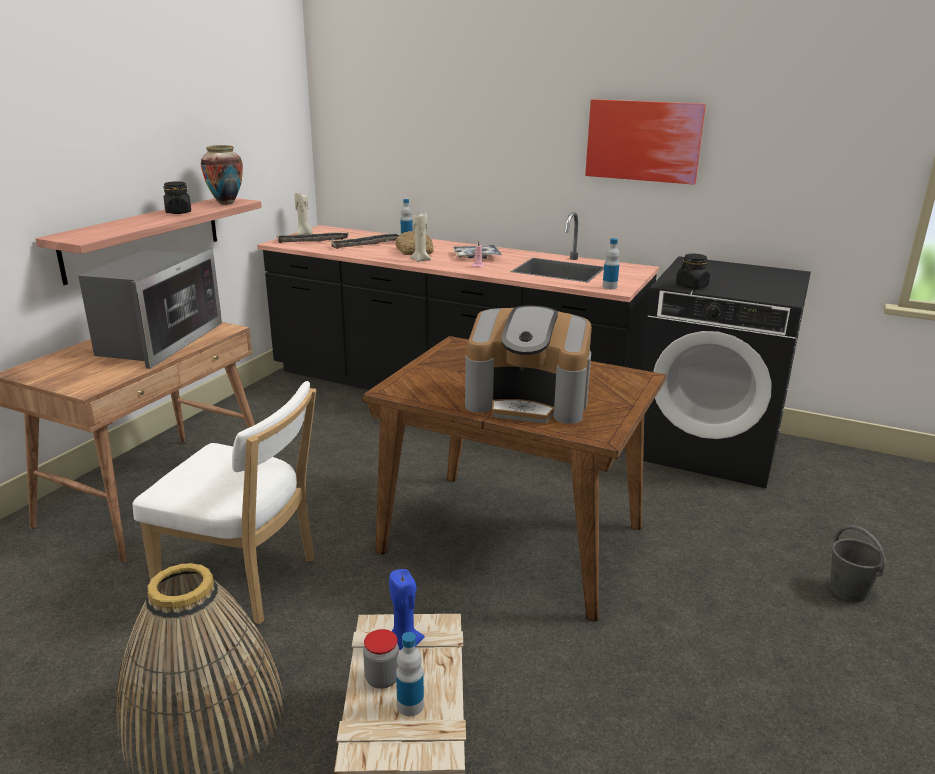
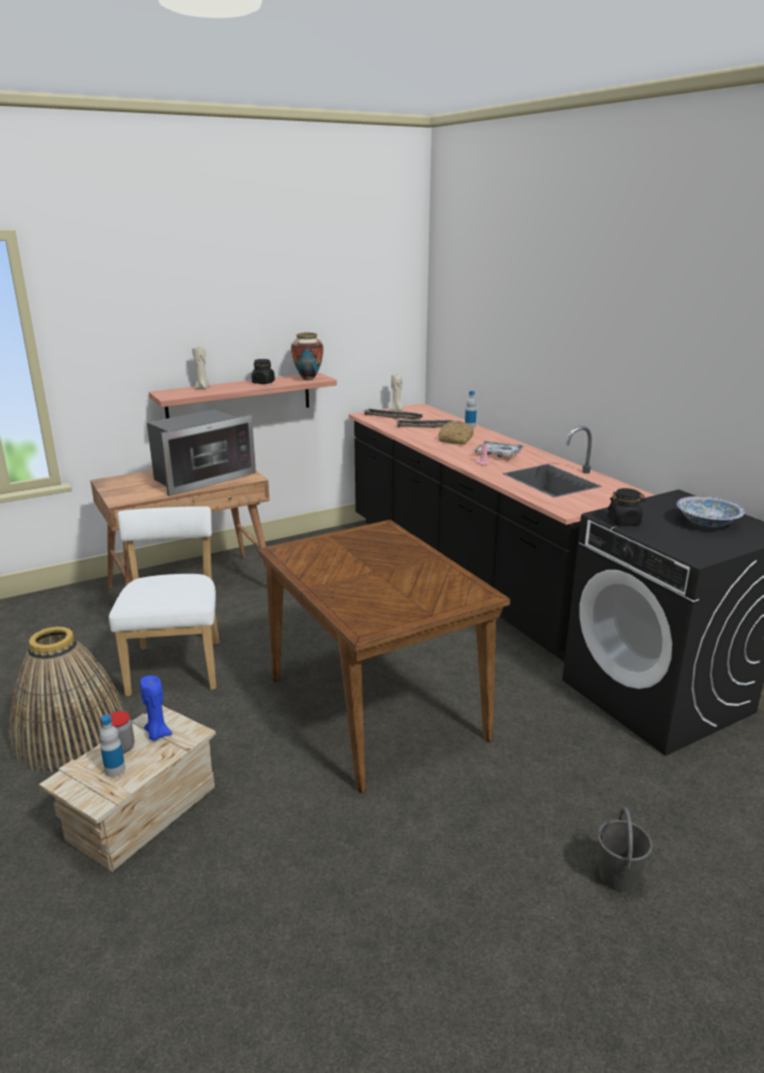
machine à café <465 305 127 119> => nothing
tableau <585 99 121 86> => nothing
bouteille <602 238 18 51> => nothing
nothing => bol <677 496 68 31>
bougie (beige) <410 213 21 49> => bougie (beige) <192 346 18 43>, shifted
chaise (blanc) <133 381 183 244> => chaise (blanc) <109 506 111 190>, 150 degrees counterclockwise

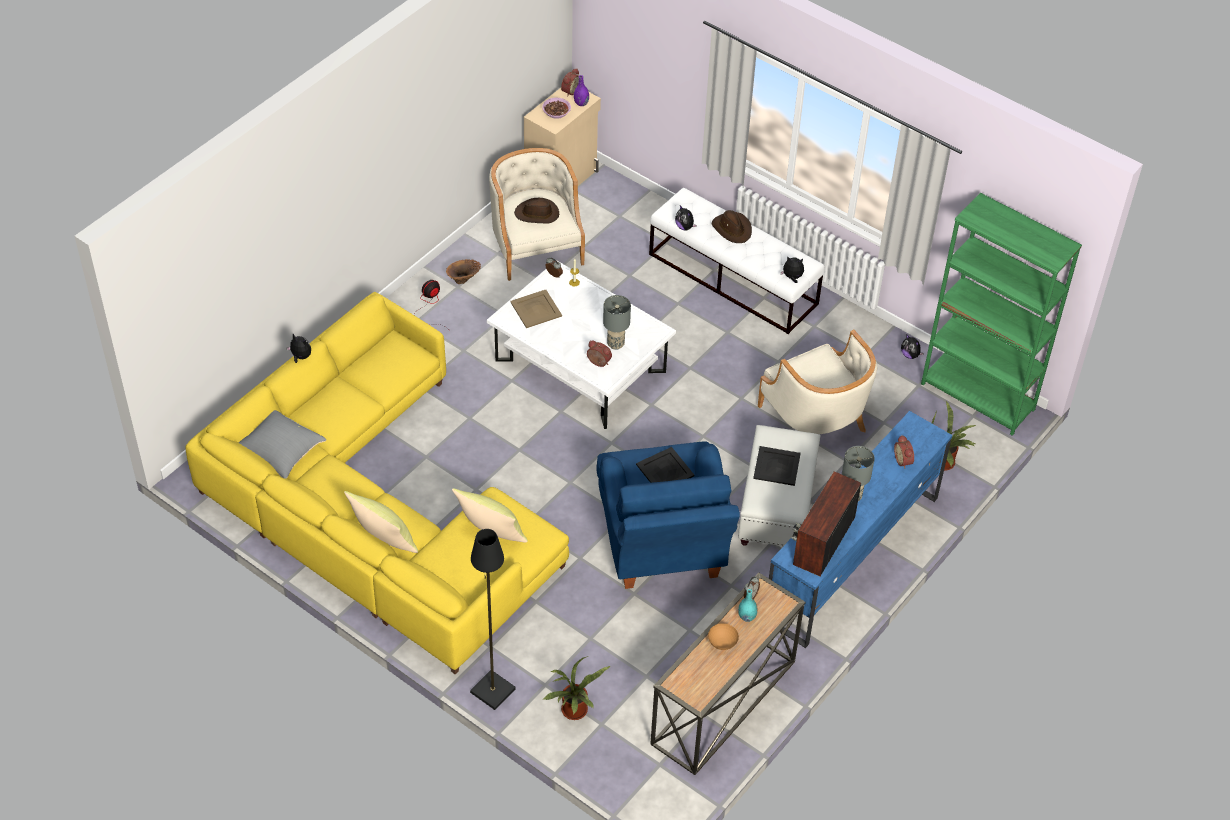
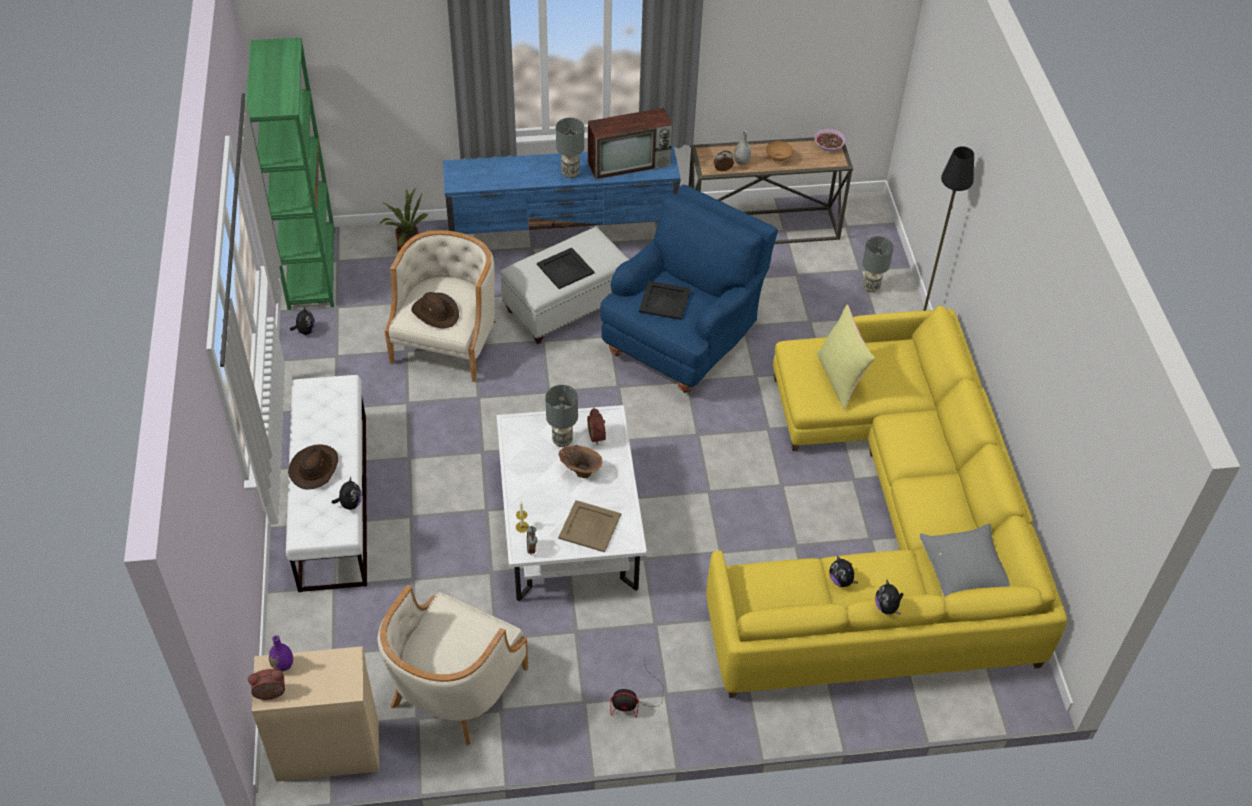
coussin (jaune) <344 491 74 62> => nothing
réveil <894 435 20 34> => nothing
vase (marron) <446 259 35 25> => vase (marron) <558 445 44 33>, shifted
chapeau (marron) <514 198 45 26> => chapeau (marron) <411 292 48 36>, shifted
bol <542 98 29 21> => bol <814 129 32 22>, shifted
peluche <781 256 23 27> => peluche <829 555 29 32>, shifted
plante en pot <542 656 68 64> => lampe de table (gris) <862 236 32 57>
vase (turquoise) <738 589 20 33> => vase (gris) <734 131 17 34>

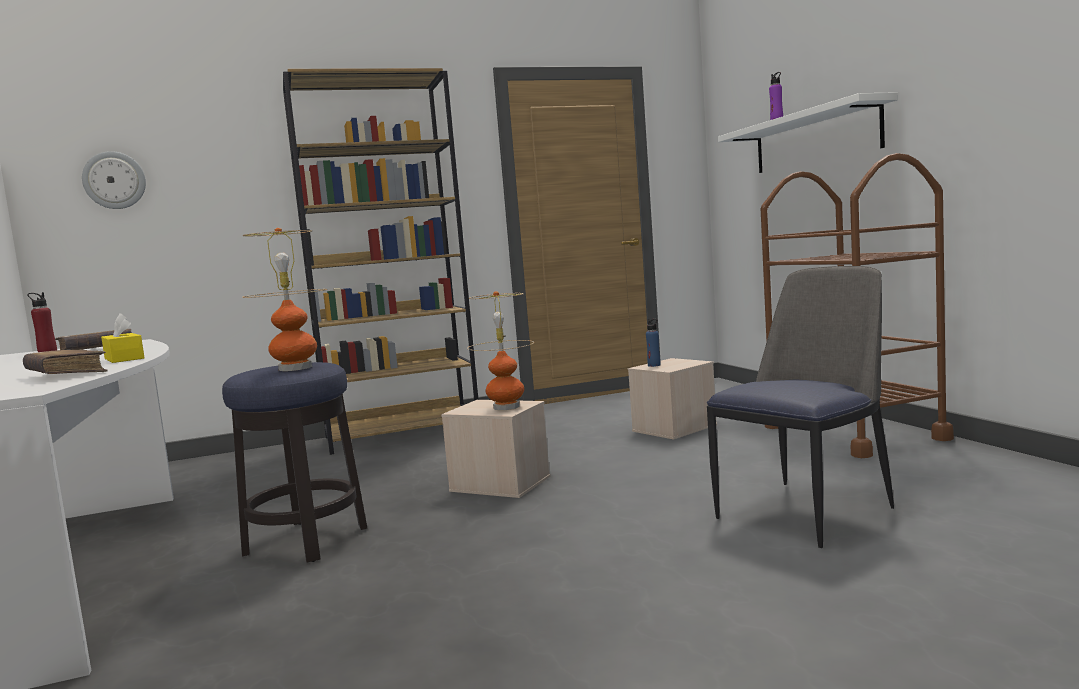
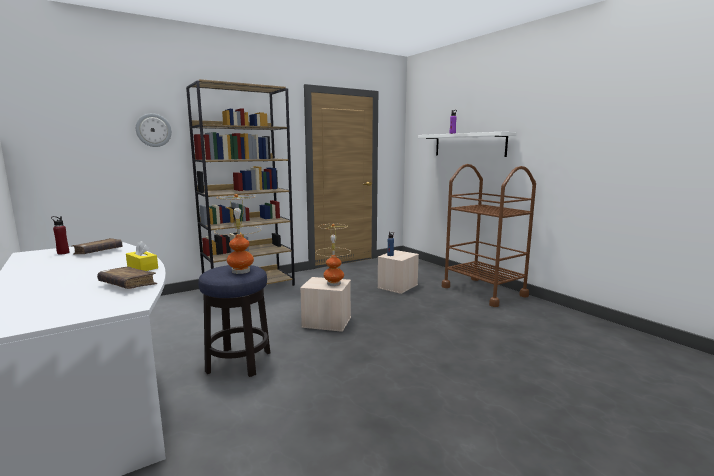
chaise <707 266 187 282> => nothing
horloge murale <82 151 64 58> => horloge murale <136 113 36 34>, shifted

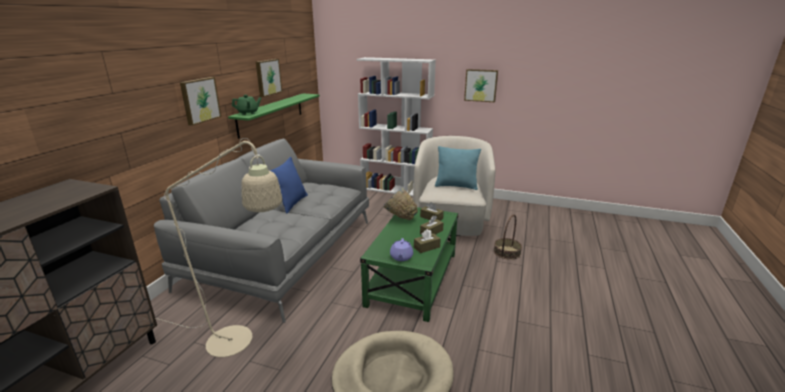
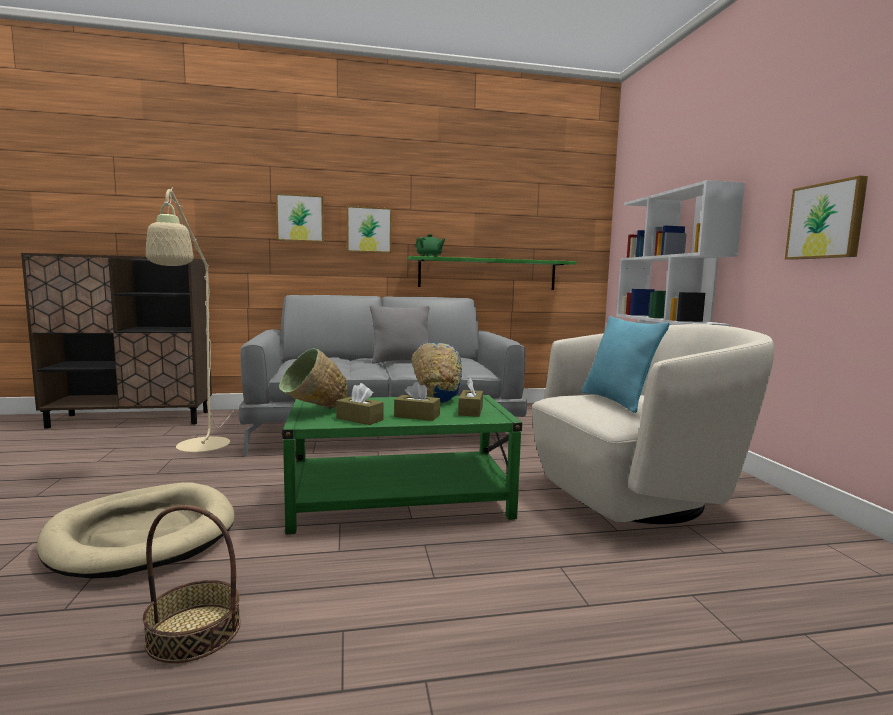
tableau <256 59 26 38> => tableau <276 193 48 49>, shifted
panier <494 215 28 45> => panier <143 505 98 158>, shifted
théière (violet) <390 238 23 23> => bol (vert) <279 348 69 61>
coussin (bleu) <270 157 38 57> => coussin (gris) <370 305 60 59>

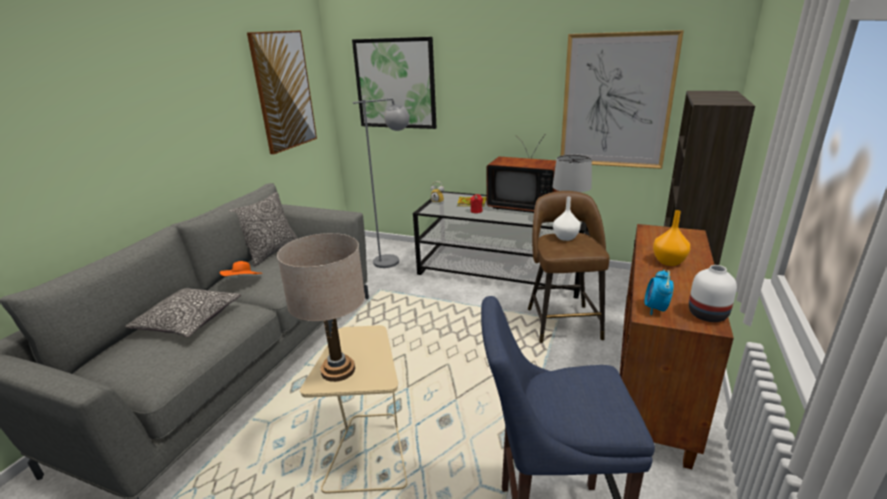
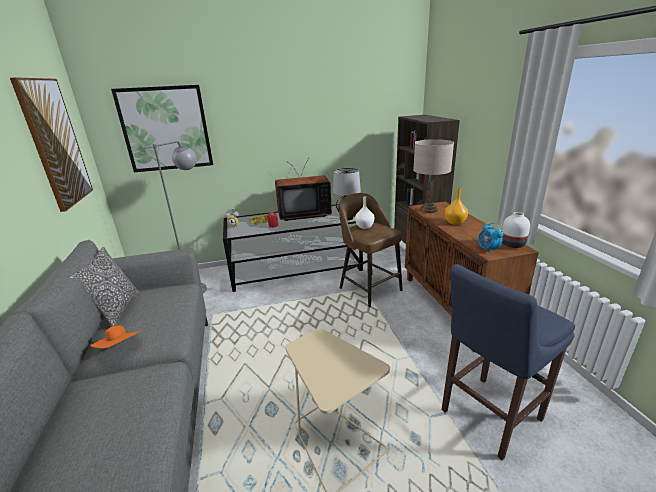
coussin <125 288 116 49> => nothing
tableau <560 30 124 139> => nothing
lampe de table (beige) <277 233 88 149> => lampe de table (beige) <413 139 41 74>, shifted

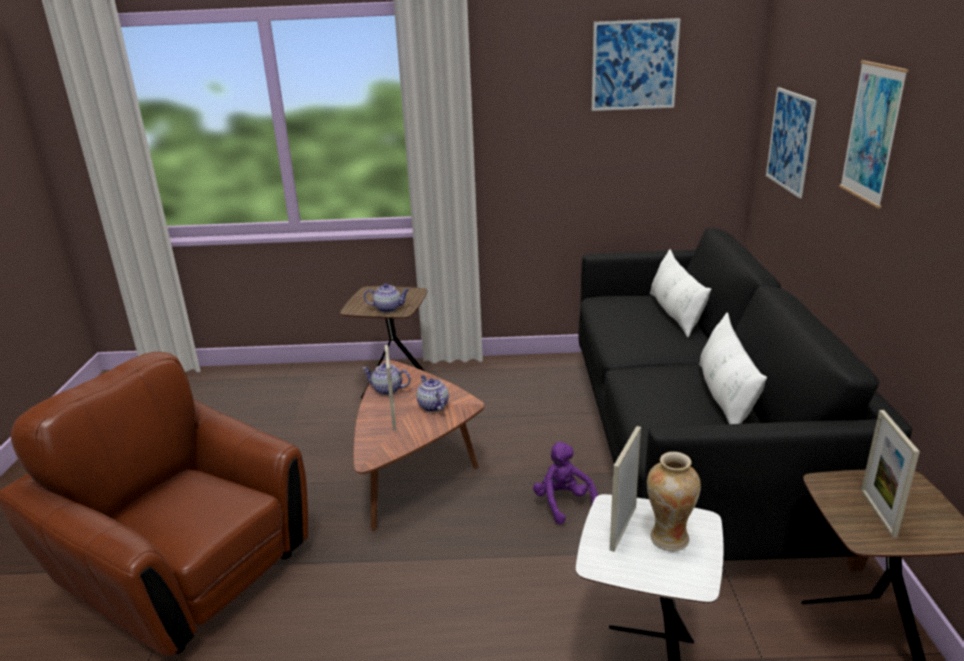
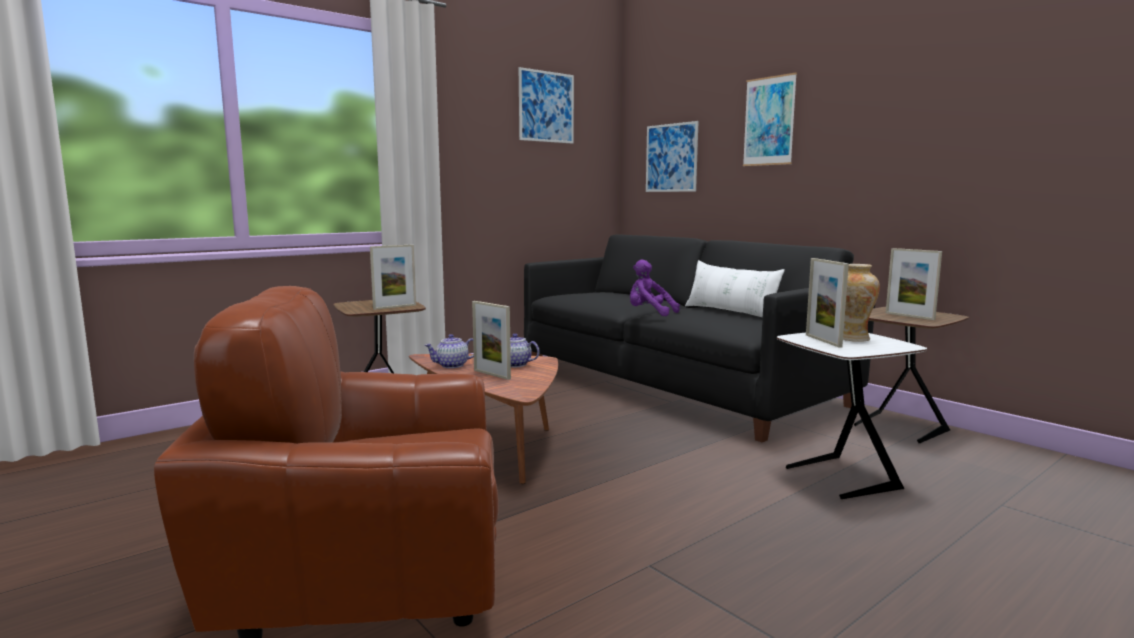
coussin (blanc) <650 249 61 89> => nothing
peluche (violet) <533 442 65 83> => peluche (violet) <630 259 50 57>, shifted
théière <364 284 45 29> => cadre photo <370 244 46 66>

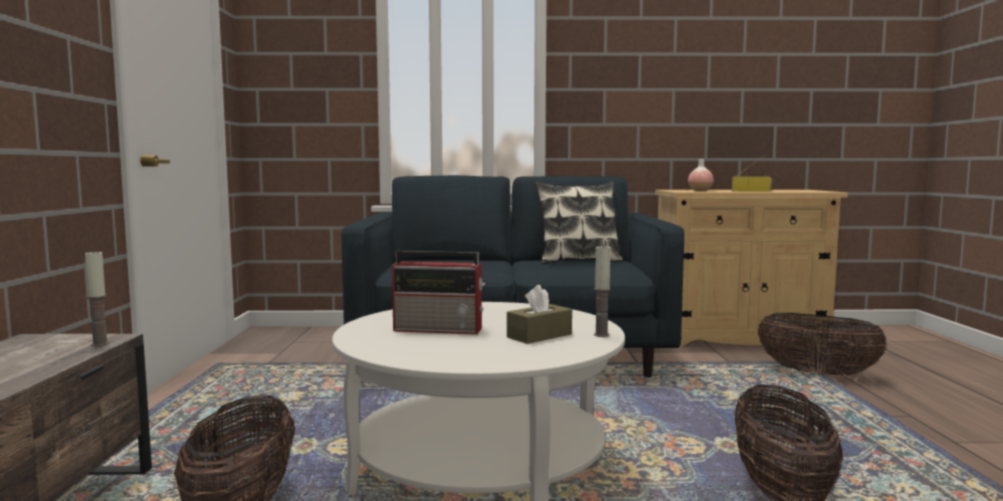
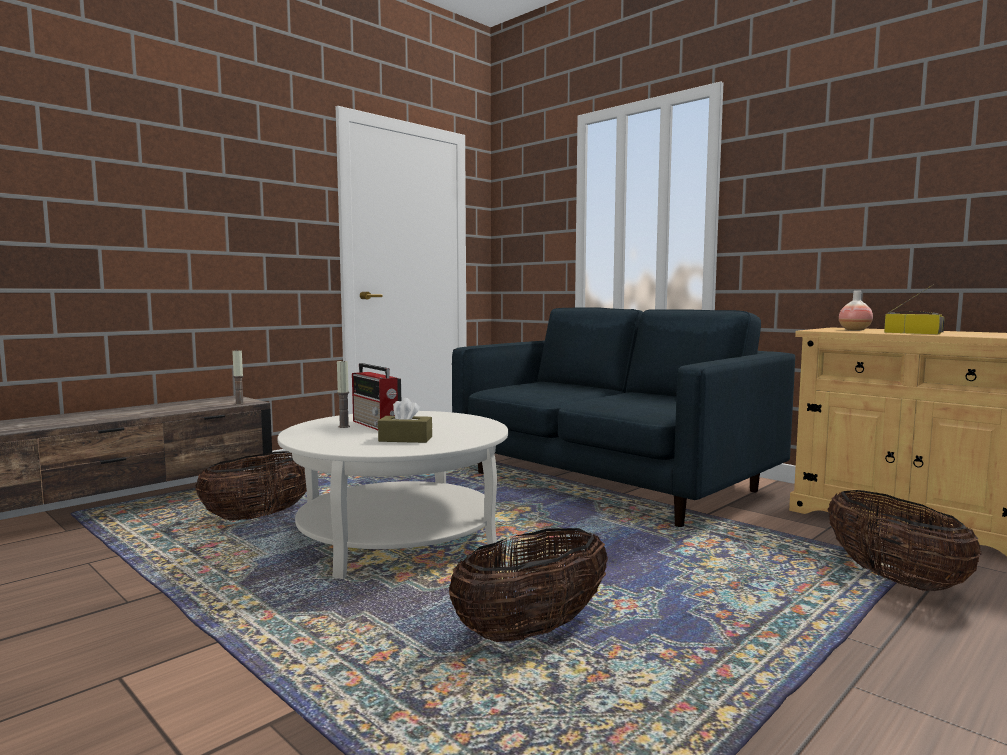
coussin <535 182 88 82> => nothing
bougie <594 244 17 93> => bougie <337 359 13 69>, shifted

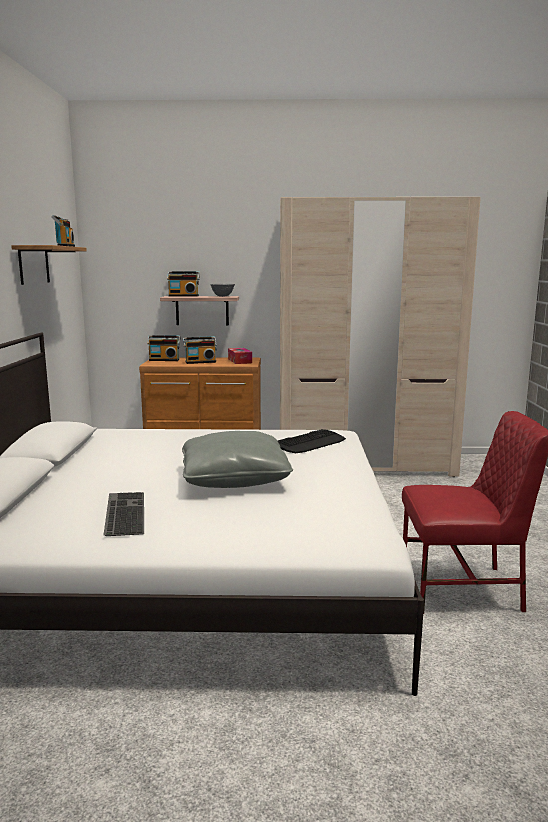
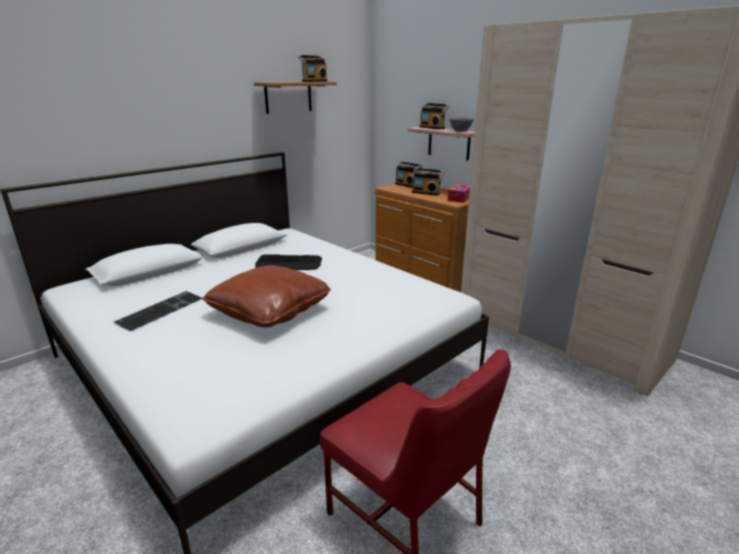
clavier <278 429 68 24> => clavier <255 254 67 16>, shifted
coussin (gris) <182 431 111 57> => coussin (marron) <203 265 128 63>

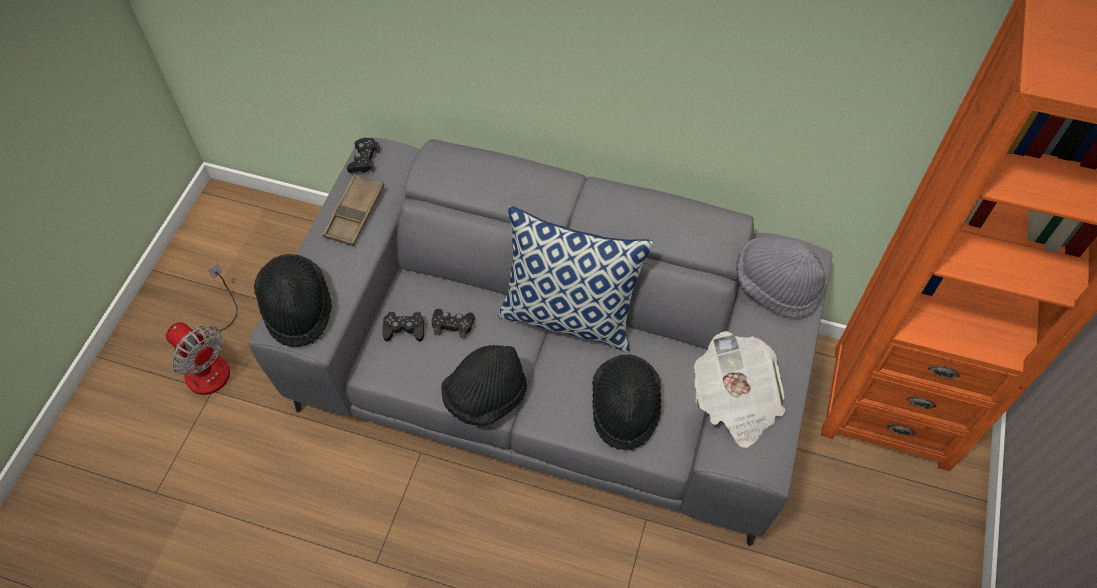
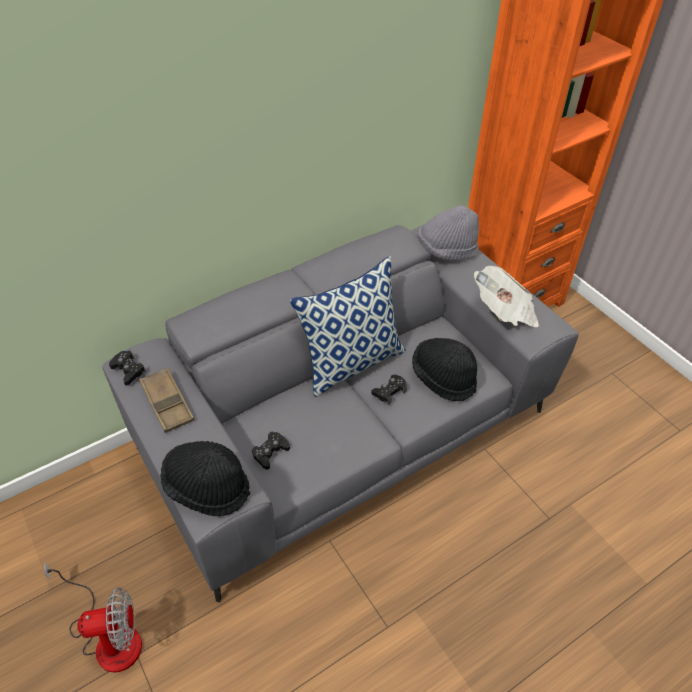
chapeau (noir) <441 345 86 81> => nothing
manette (noir) <431 309 43 30> => manette (noir) <371 375 36 30>, shifted

